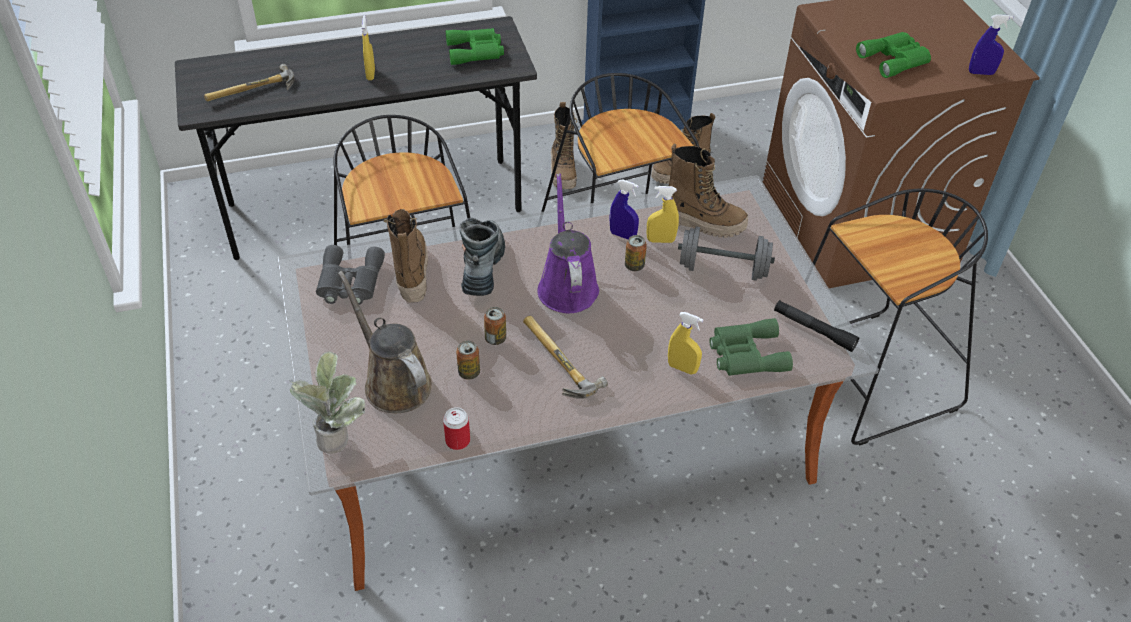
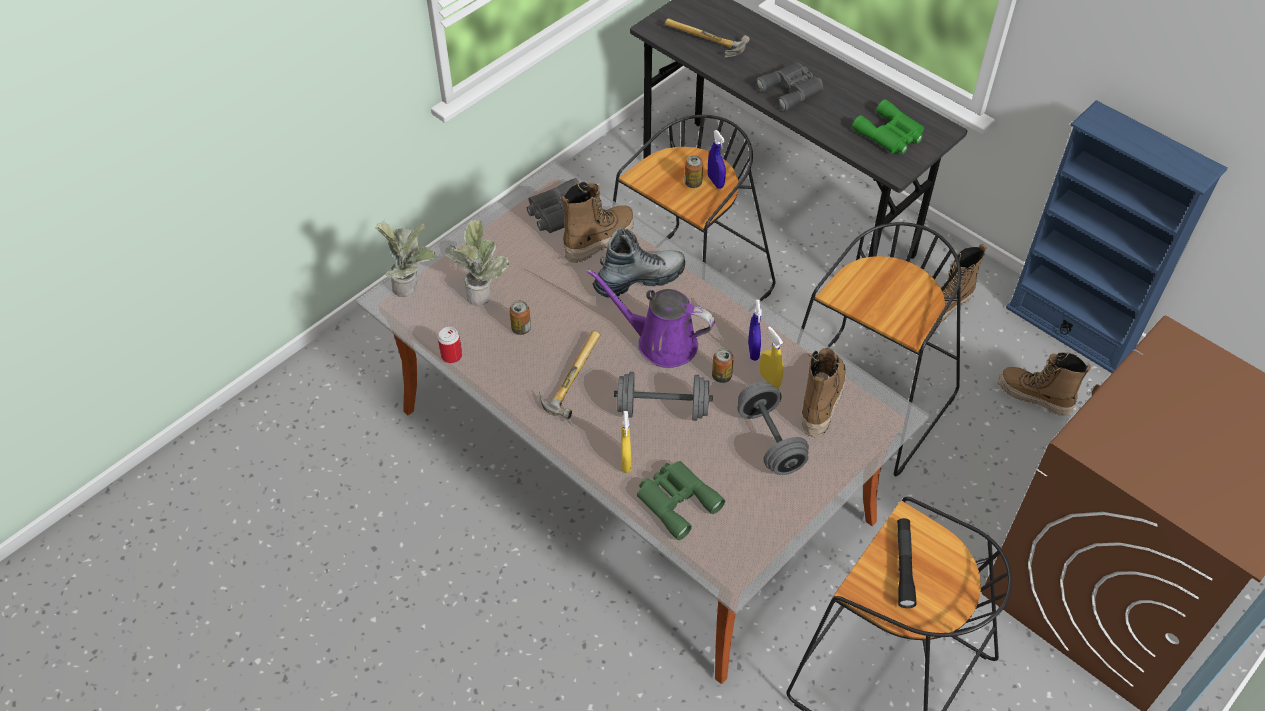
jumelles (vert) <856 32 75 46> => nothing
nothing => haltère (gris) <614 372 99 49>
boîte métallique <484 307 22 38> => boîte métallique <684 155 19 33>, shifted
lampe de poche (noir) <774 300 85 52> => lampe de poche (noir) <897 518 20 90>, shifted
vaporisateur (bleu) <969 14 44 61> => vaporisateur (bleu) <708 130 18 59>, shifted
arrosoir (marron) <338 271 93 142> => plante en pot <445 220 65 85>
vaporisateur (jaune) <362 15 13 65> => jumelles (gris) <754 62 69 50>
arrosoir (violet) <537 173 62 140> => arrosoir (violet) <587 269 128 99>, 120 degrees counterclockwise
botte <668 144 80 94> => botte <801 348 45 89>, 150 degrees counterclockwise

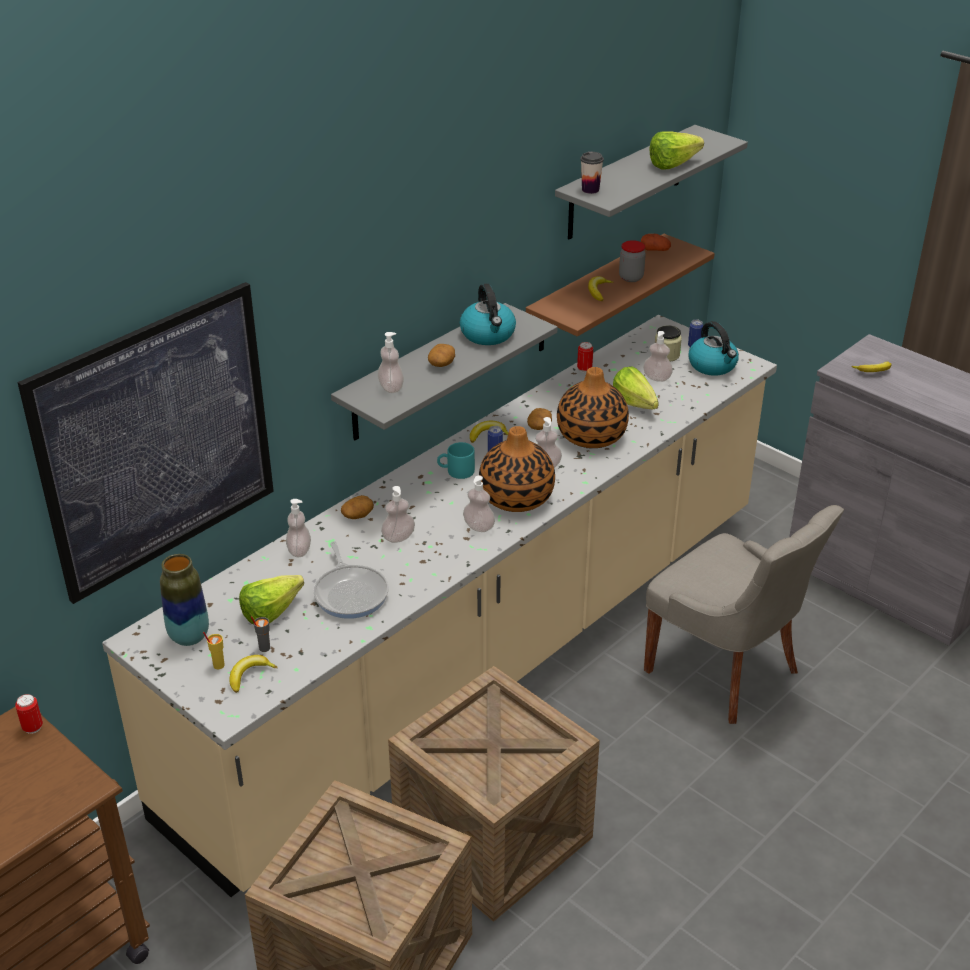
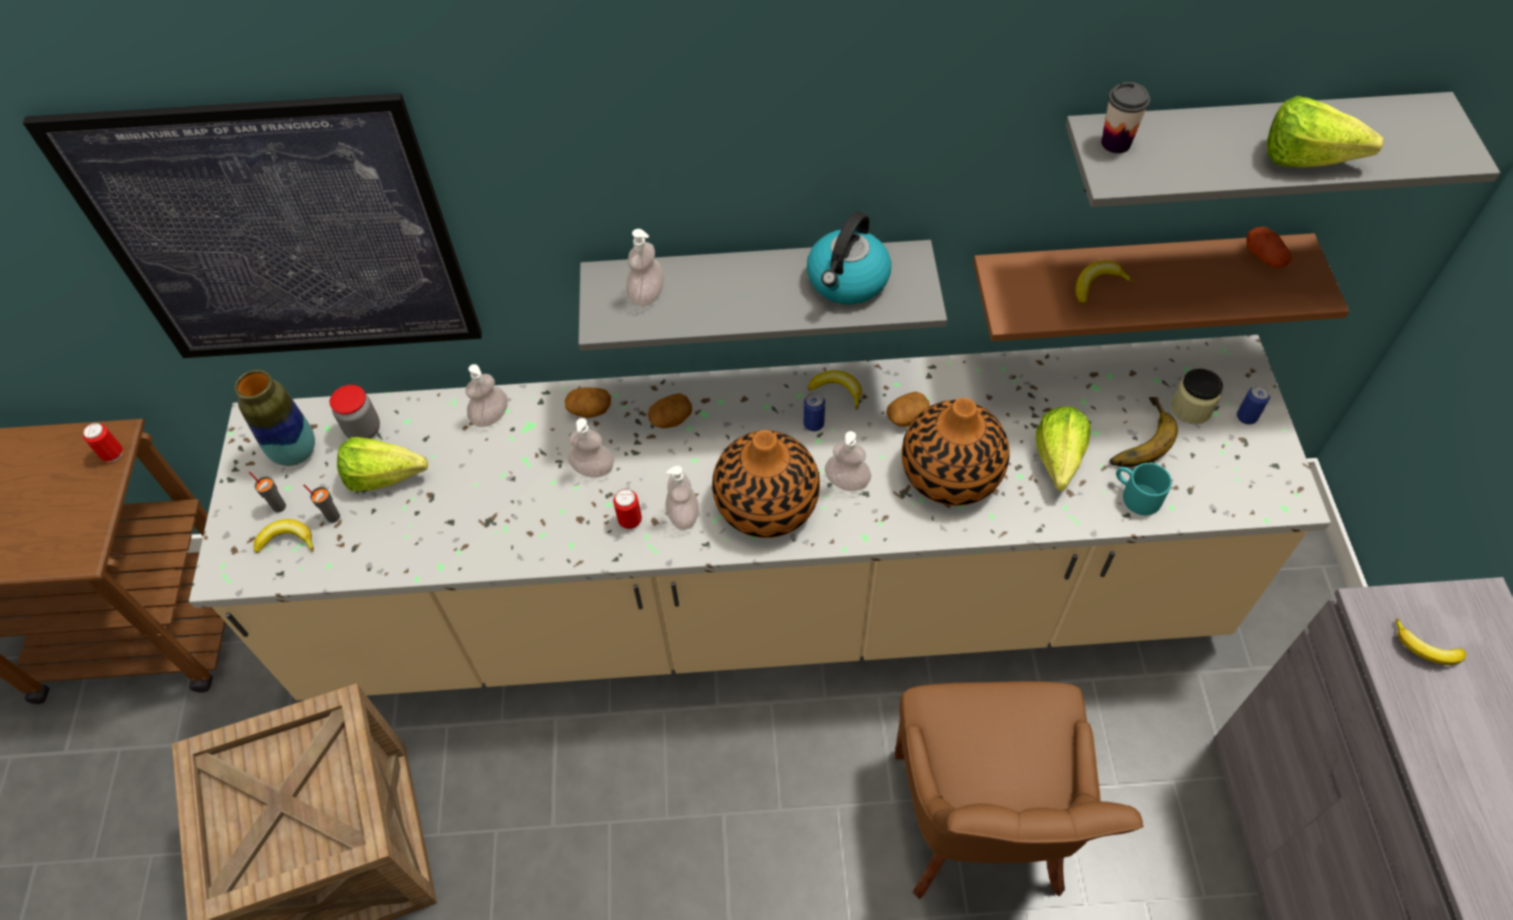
poêle <314 541 75 78> => nothing
caisse <388 666 212 256> => nothing
bouilloire <688 321 51 55> => nothing
pomme de terre <428 344 27 23> => pomme de terre <648 393 44 35>, shifted
mug (turquoise) <437 442 38 37> => mug (turquoise) <1116 463 56 52>, shifted
boîte métallique <577 342 16 31> => boîte métallique <613 489 29 40>, shifted
bocal <619 240 27 42> => bocal <329 385 51 54>, shifted
distributeur de savon <643 331 30 51> => banane <1109 397 69 70>
tasse (jaune) <203 632 22 37> => tasse (gris) <249 472 37 40>
chaise (gris) <644 505 200 219> => chaise (marron) <895 681 249 218>

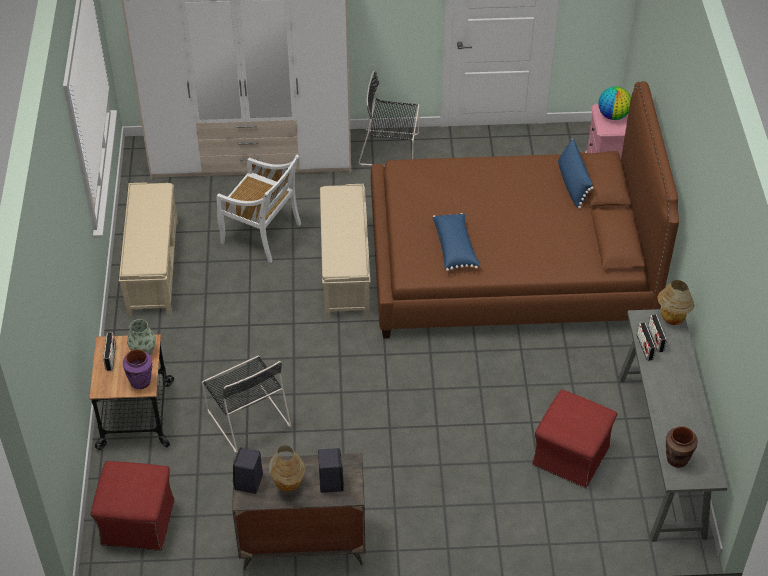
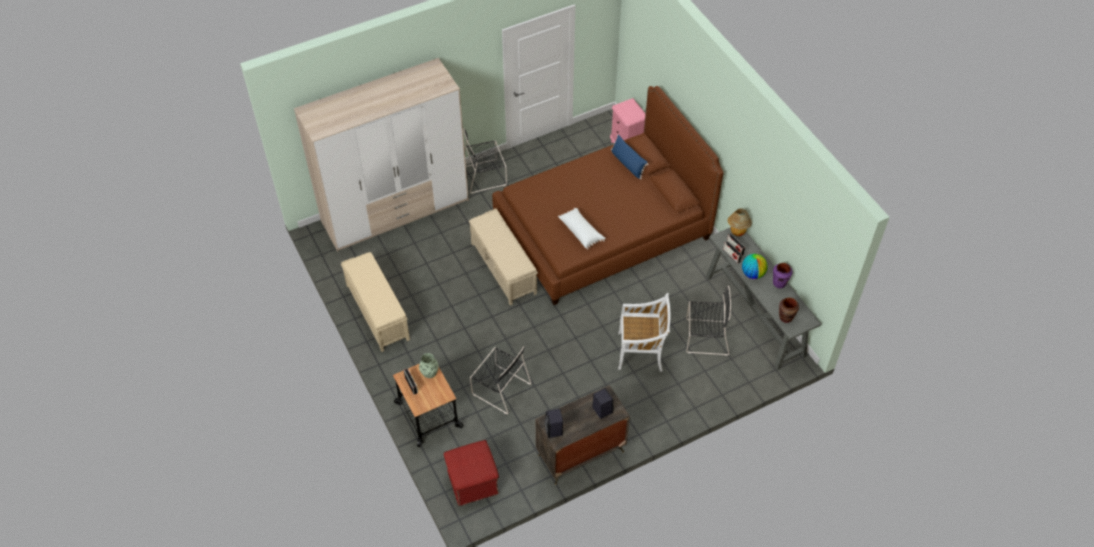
lampe de table <269 445 36 47> => nothing
vase (violet) <123 349 30 40> => vase (violet) <773 263 19 25>, shifted
chaise (blanc) <217 155 84 108> => chaise (blanc) <618 293 52 78>, shifted
globe <599 86 32 34> => globe <742 254 26 25>, shifted
pouf (rouge) <532 390 85 98> => chaise (noir) <686 286 45 70>
coussin (bleu) <433 213 47 58> => coussin (blanc) <558 208 47 42>

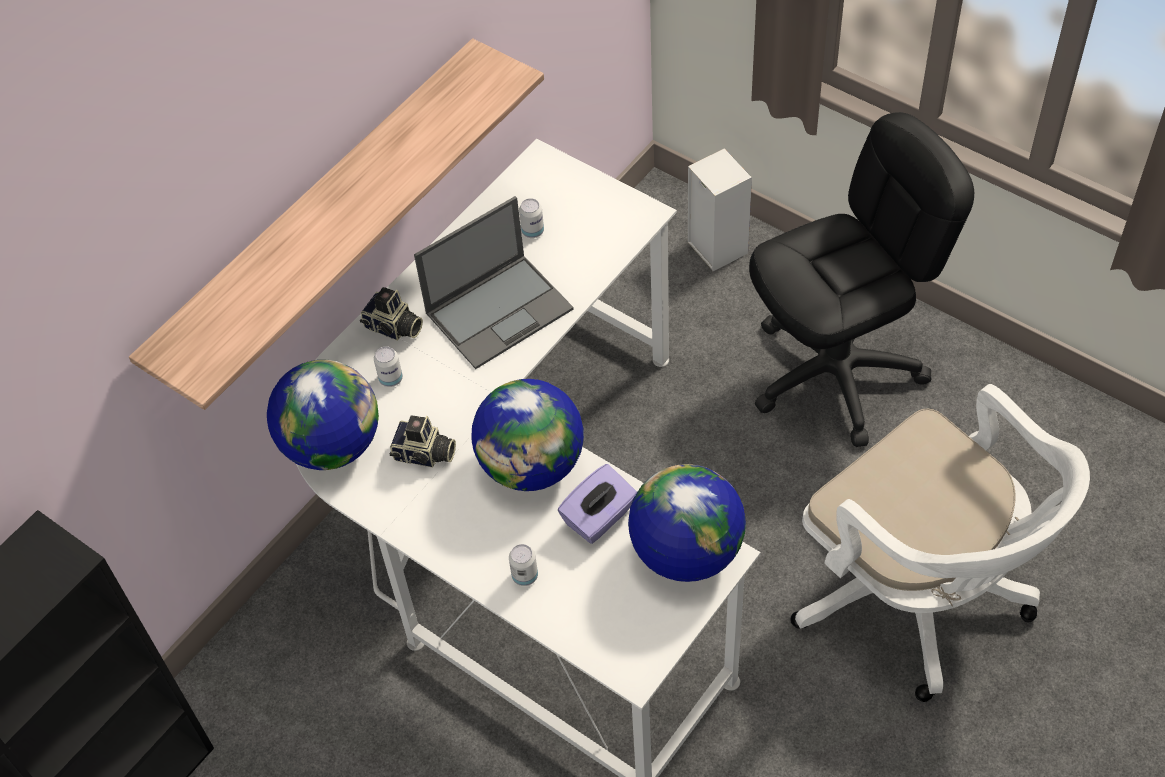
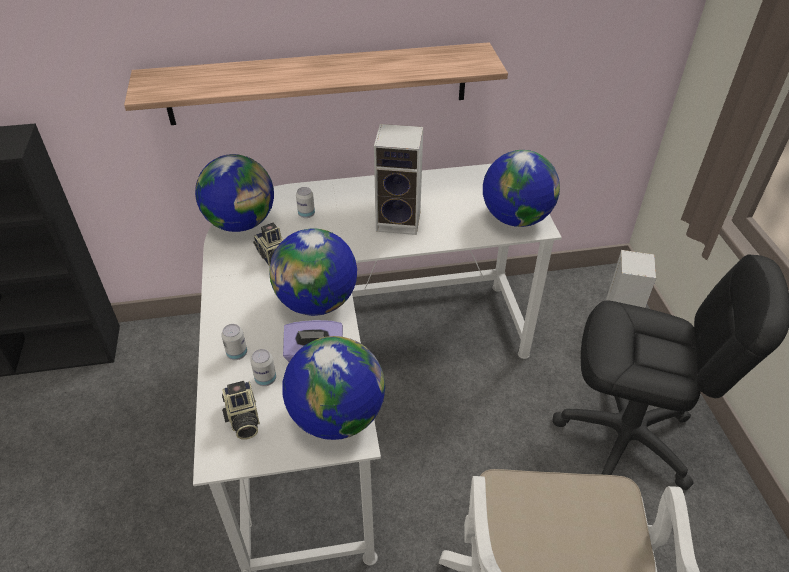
nothing => globe <483 150 77 77>
appareil photo <360 287 63 54> => appareil photo <222 381 38 58>, shifted
boîte métallique <519 198 25 40> => boîte métallique <250 349 26 37>, shifted
ordinateur portable <414 196 160 173> => enceinte <374 124 49 111>

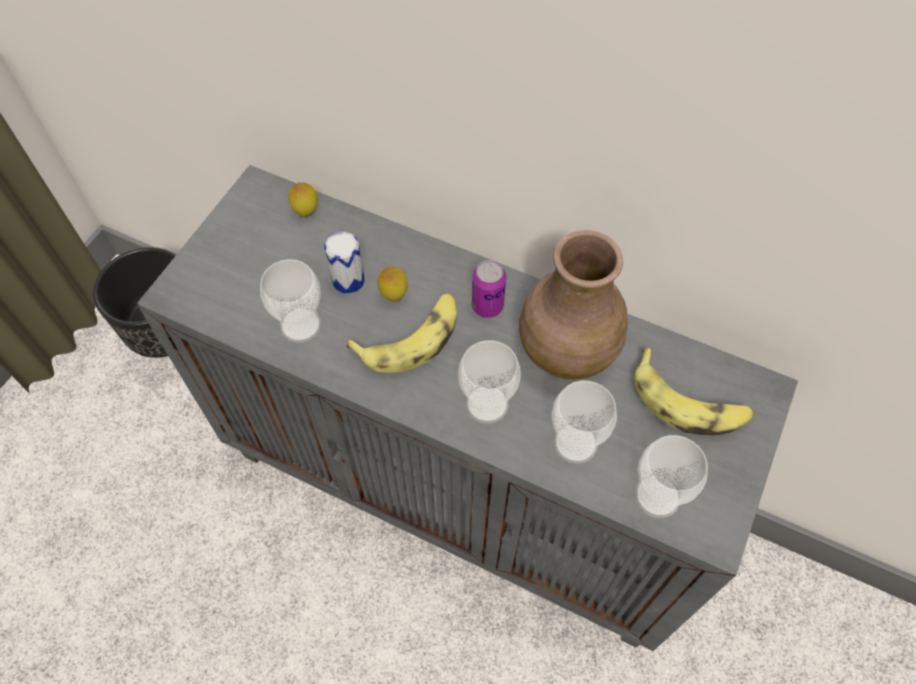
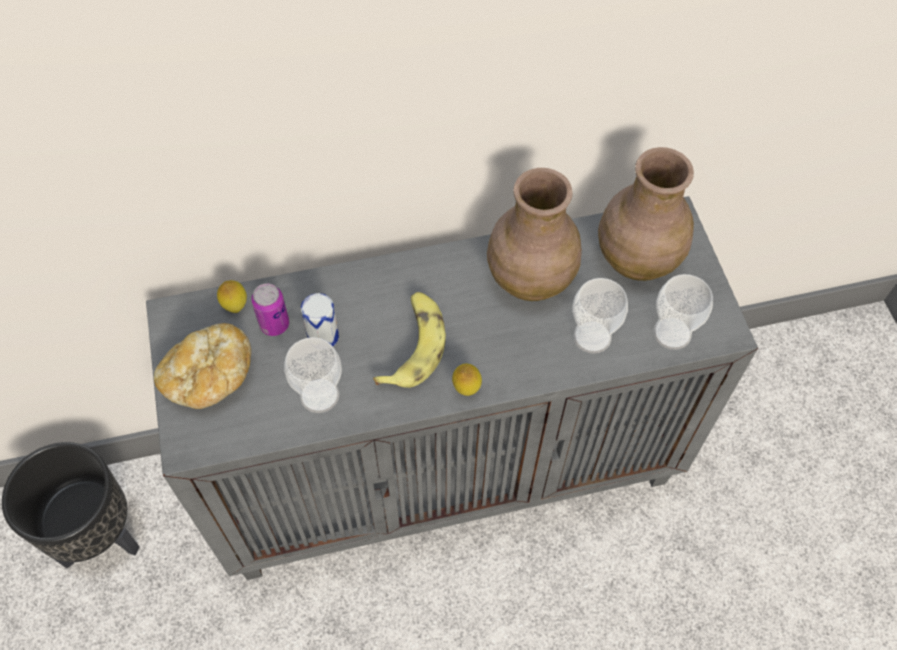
tasse <458 340 63 83> => nothing
nothing => pain <154 323 97 86>
citron <378 267 30 35> => citron <452 364 30 32>, shifted
boîte métallique <472 260 34 58> => boîte métallique <251 283 38 53>, shifted
banane <634 348 120 87> => vase (marron) <598 147 96 134>

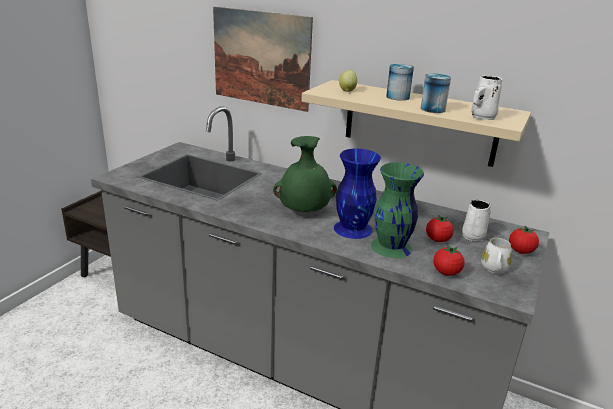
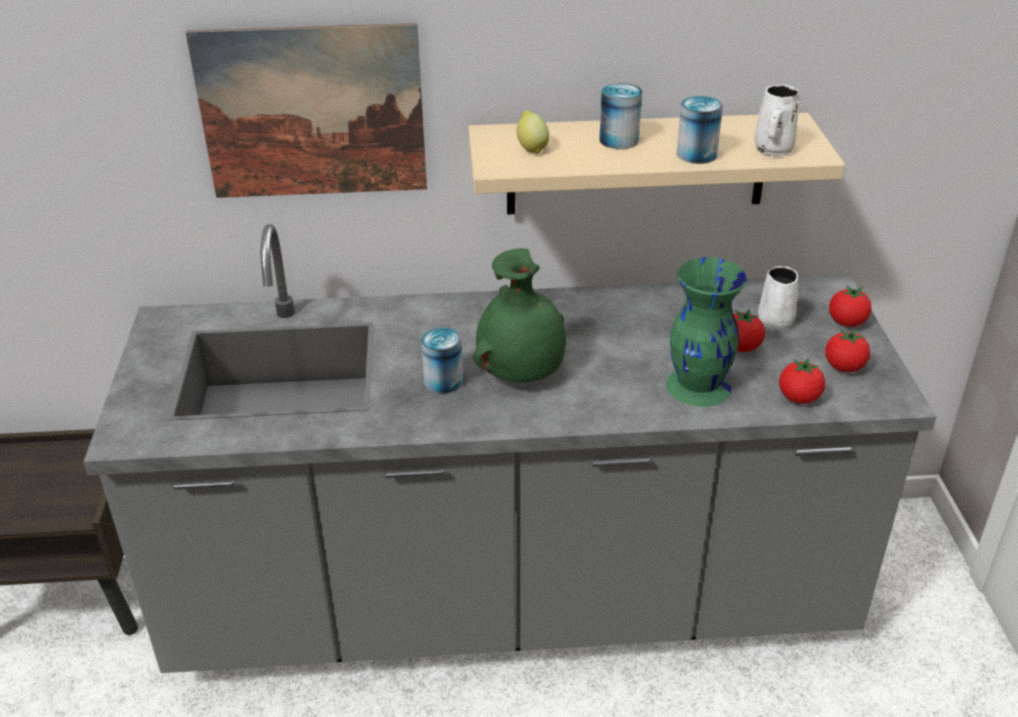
vase (bleu) <334 149 47 90> => nothing
nothing => boîte métallique <421 328 42 66>
mug (blanc) <481 238 31 36> => tomate <825 329 45 43>

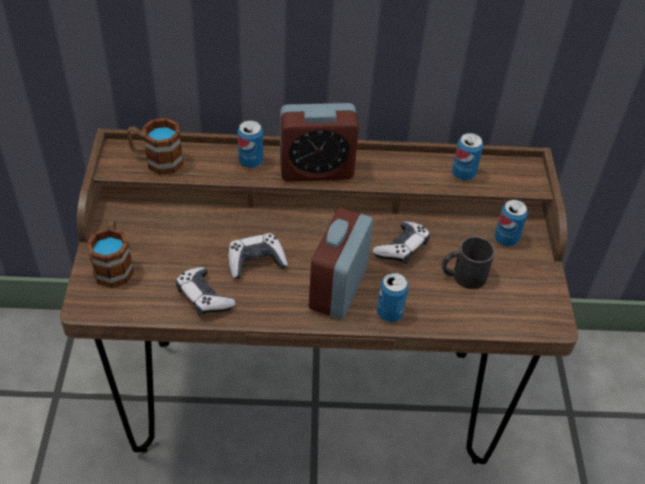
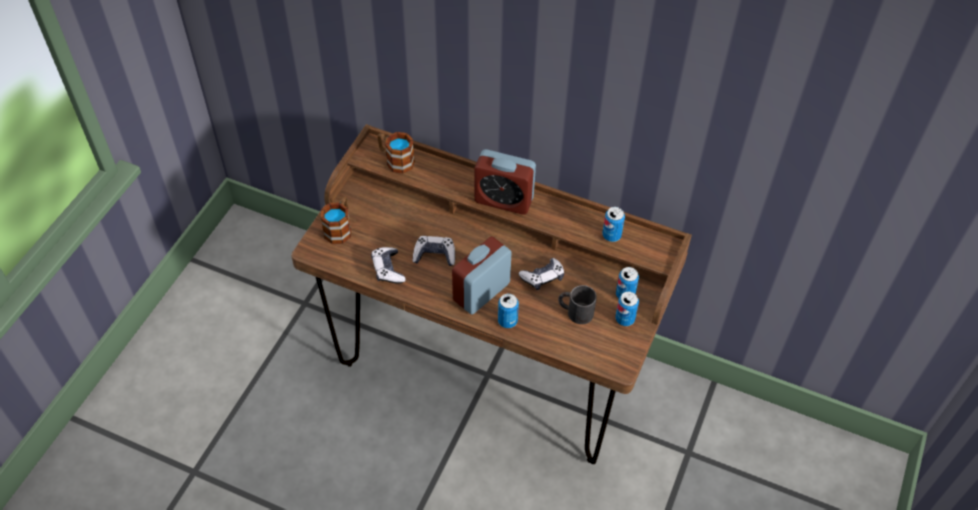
boîte métallique <238 120 25 48> => boîte métallique <615 291 24 35>, shifted

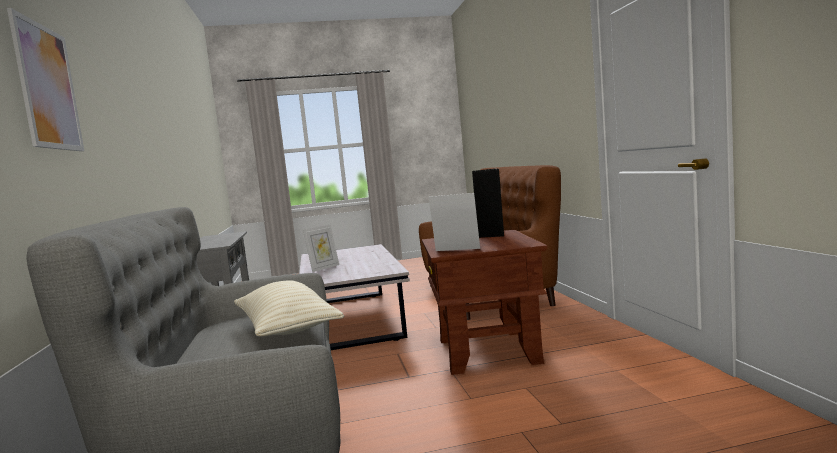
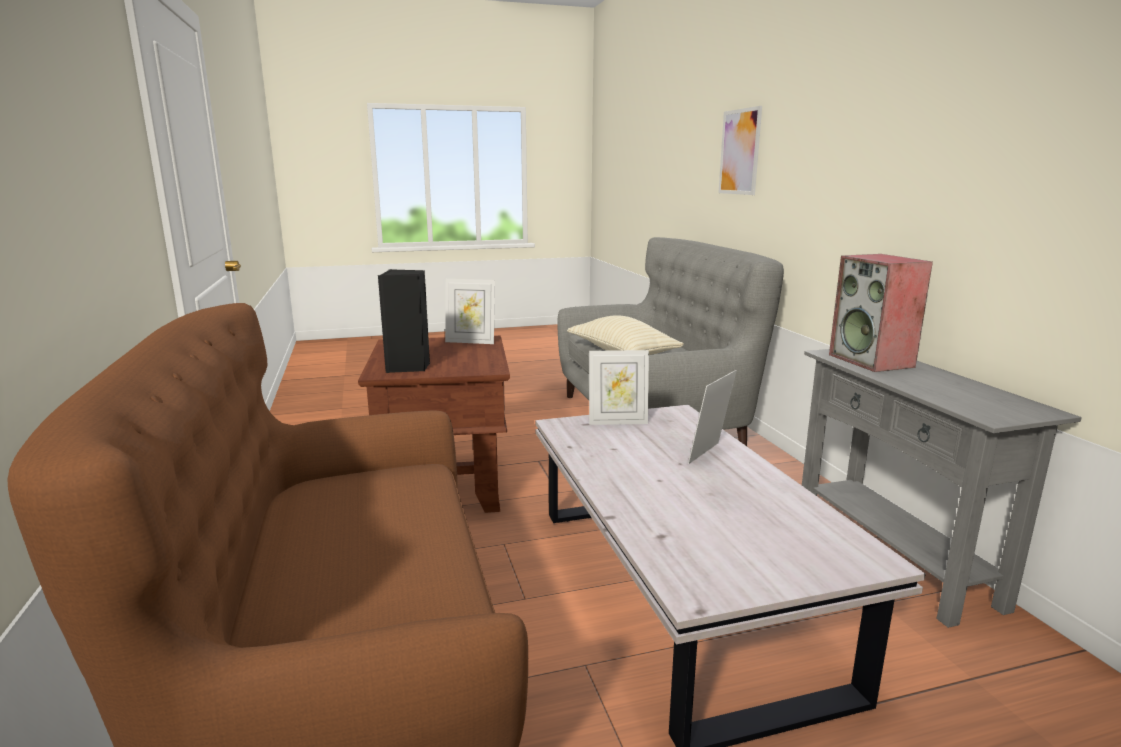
nothing => cadre photo <589 350 60 75>
nothing => enceinte <829 254 104 118>

